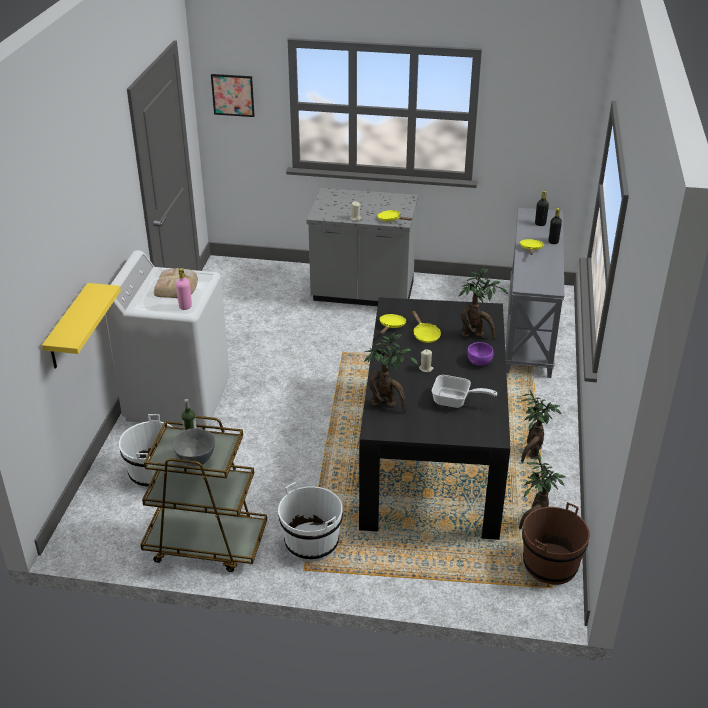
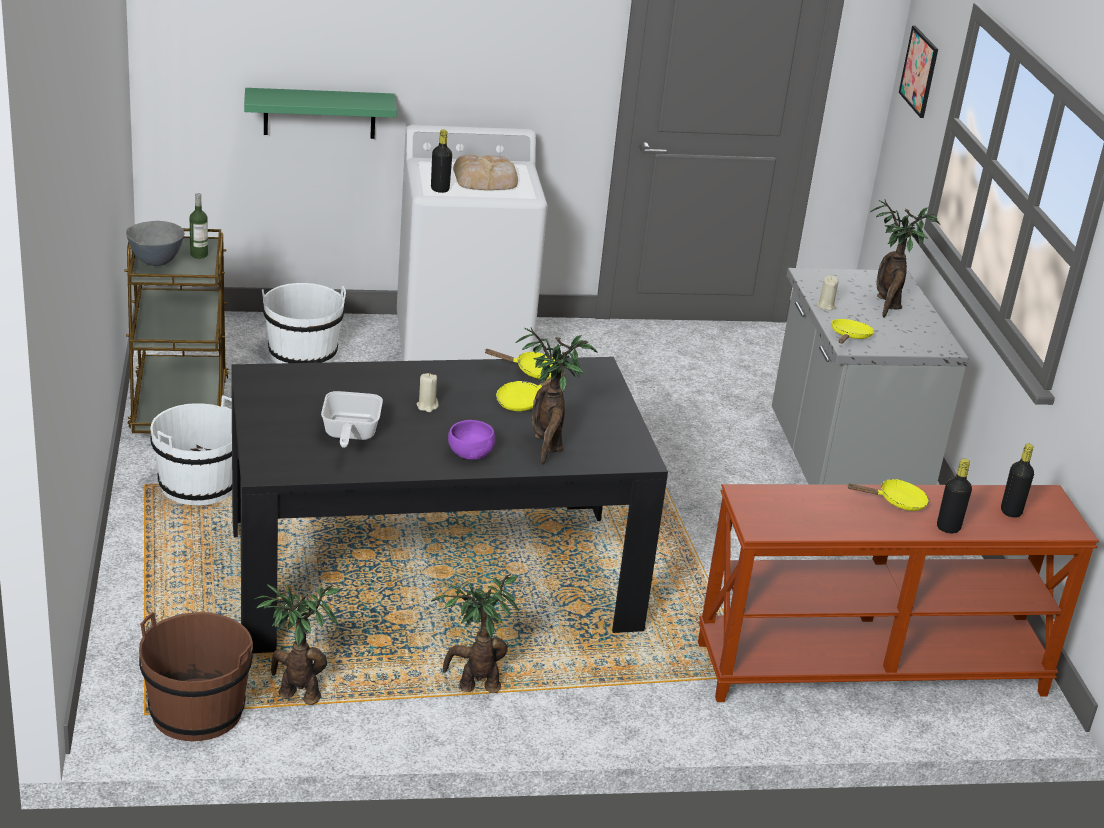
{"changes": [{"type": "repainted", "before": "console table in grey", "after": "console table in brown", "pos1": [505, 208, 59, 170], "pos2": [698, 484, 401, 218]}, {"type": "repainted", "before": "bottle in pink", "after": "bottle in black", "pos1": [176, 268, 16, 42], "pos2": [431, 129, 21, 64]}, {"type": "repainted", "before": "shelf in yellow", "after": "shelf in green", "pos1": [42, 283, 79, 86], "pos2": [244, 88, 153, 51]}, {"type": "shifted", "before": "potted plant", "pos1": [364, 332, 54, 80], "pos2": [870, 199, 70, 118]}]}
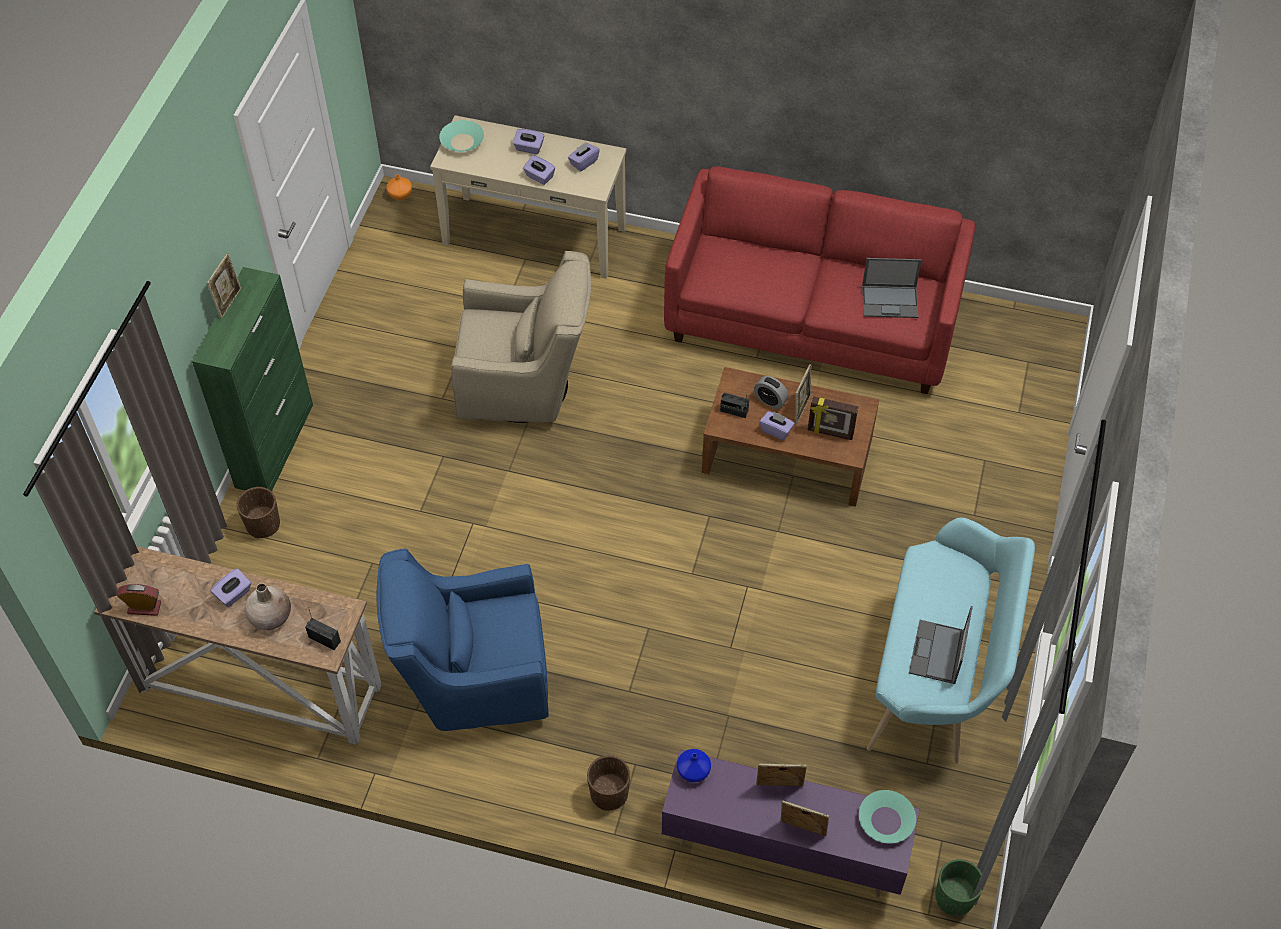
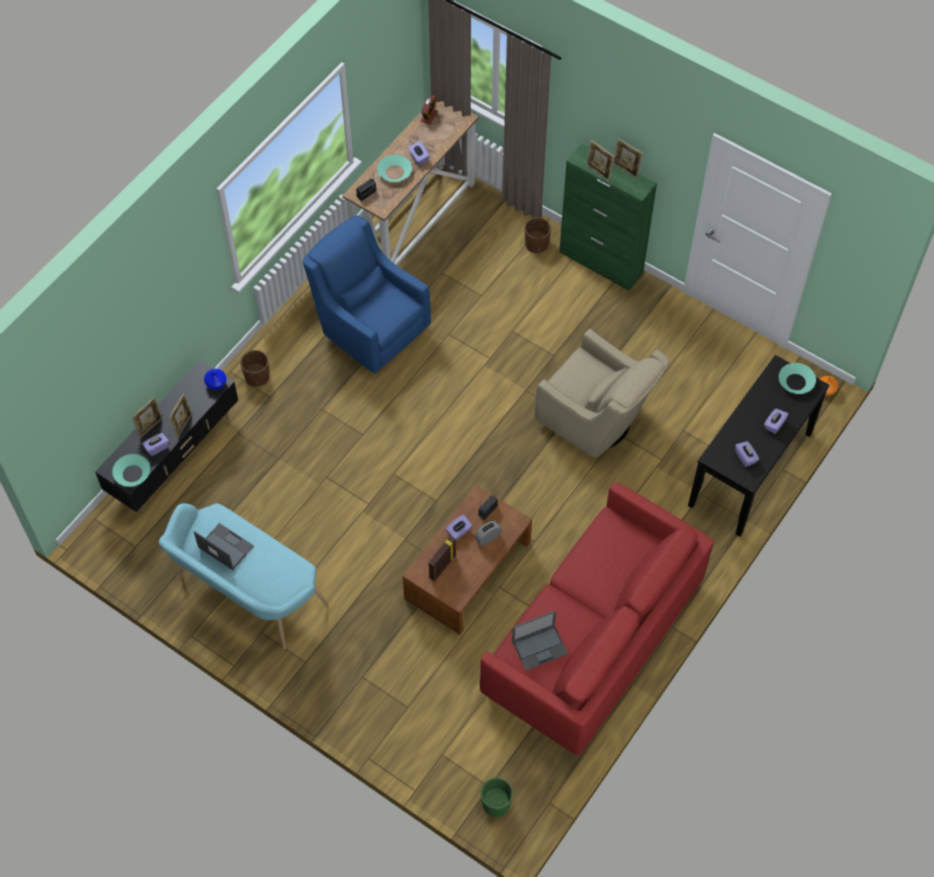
{"changes": [{"type": "repainted", "before": "console table in beige", "after": "console table in black", "pos1": [430, 115, 196, 164], "pos2": [688, 355, 141, 182]}, {"type": "shifted", "before": "tissue box in purple", "pos1": [523, 155, 32, 30], "pos2": [143, 433, 26, 23]}, {"type": "rotated", "before": "armchair in beige", "pos1": [451, 251, 140, 172], "pos2": [535, 328, 134, 129], "turn": -75}, {"type": "rotated", "before": "laptop", "pos1": [862, 258, 60, 60], "pos2": [512, 610, 56, 61], "turn": -135}, {"type": "shifted", "before": "picture frame", "pos1": [795, 364, 17, 60], "pos2": [586, 140, 28, 41]}, {"type": "rotated", "before": "armchair in blue", "pos1": [376, 549, 172, 182], "pos2": [303, 216, 128, 158], "turn": -60}, {"type": "swapped", "before": "vase in beige", "after": "bowl in turquoise", "pos1": [245, 583, 46, 48], "pos2": [377, 155, 35, 27]}, {"type": "repainted", "before": "tv stand in purple", "after": "tv stand in black", "pos1": [662, 750, 257, 147], "pos2": [95, 360, 143, 152]}, {"type": "shifted", "before": "planter in green", "pos1": [935, 859, 48, 57], "pos2": [481, 777, 32, 40]}]}
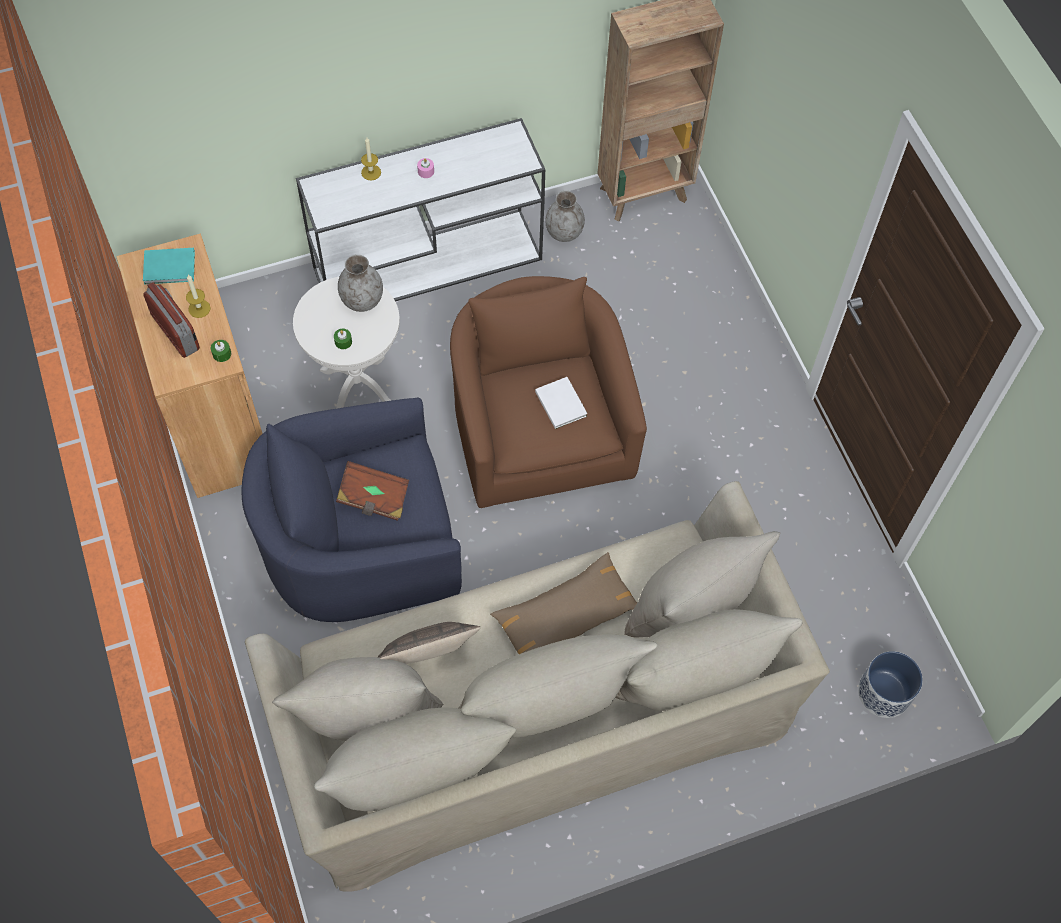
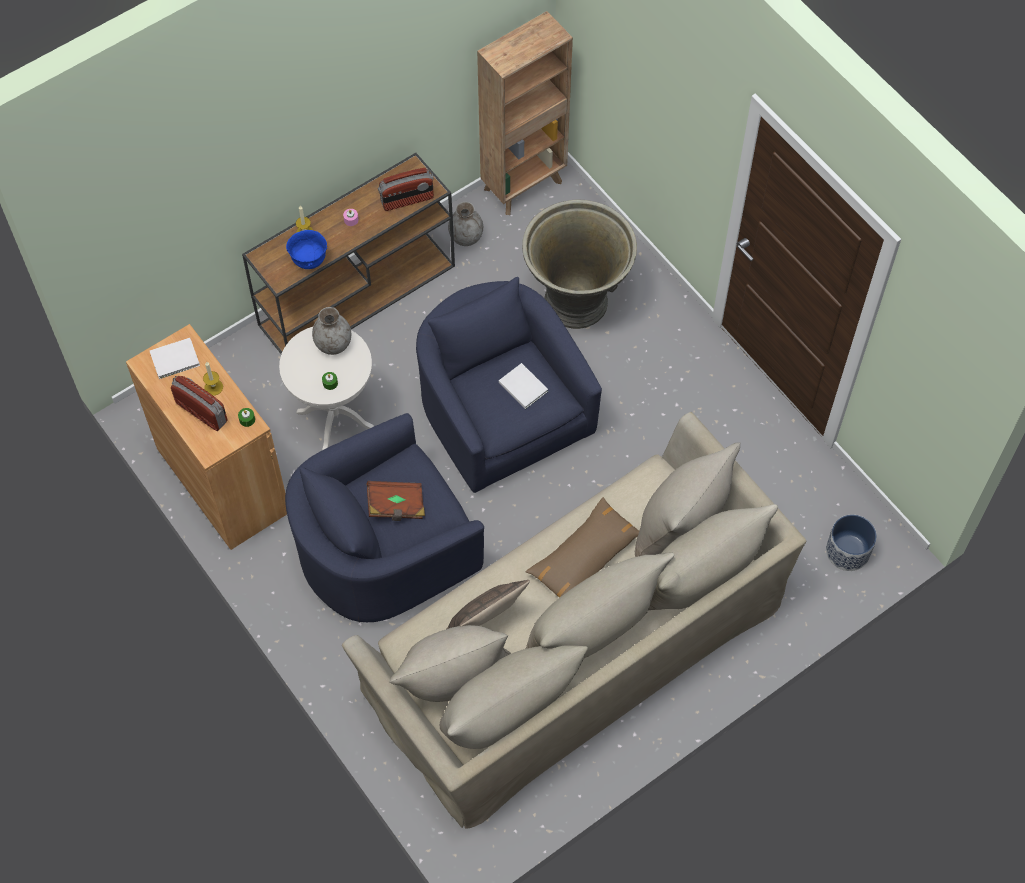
{"changes": [{"type": "repainted", "before": "console table in white", "after": "console table in brown", "pos1": [296, 118, 249, 183], "pos2": [242, 153, 213, 201]}, {"type": "repainted", "before": "book in turquoise", "after": "book in white", "pos1": [143, 248, 52, 36], "pos2": [150, 338, 50, 41]}, {"type": "repainted", "before": "armchair in brown", "after": "armchair in blue", "pos1": [450, 276, 197, 232], "pos2": [416, 277, 186, 216]}, {"type": "new", "after": "radio", "pos2": [378, 168, 56, 43]}, {"type": "new", "after": "planter in grey", "pos2": [522, 199, 115, 130]}, {"type": "new", "after": "bowl in blue", "pos2": [286, 230, 41, 39]}]}
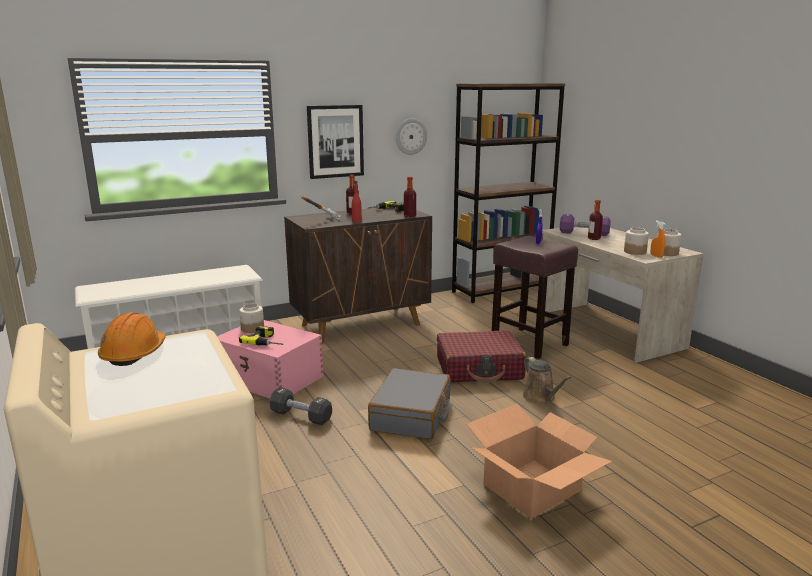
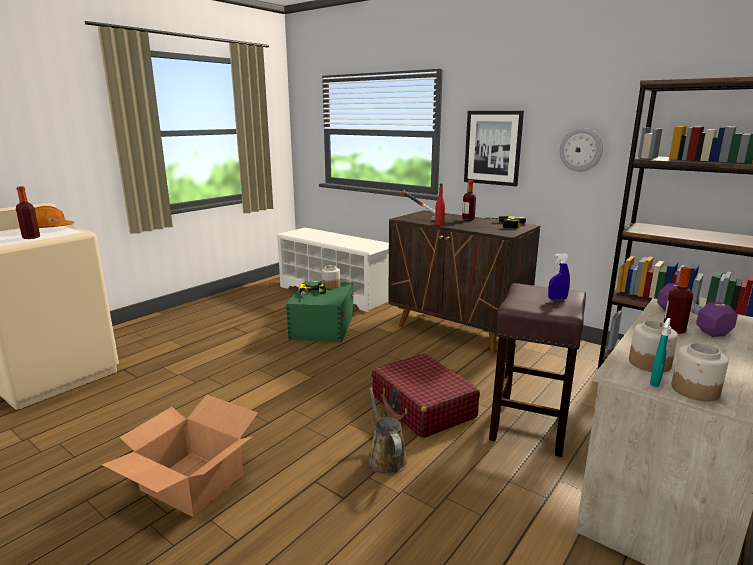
{"changes": [{"type": "shifted", "before": "bottle", "pos1": [404, 177, 12, 40], "pos2": [16, 186, 24, 53]}, {"type": "repainted", "before": "spray bottle in orange", "after": "spray bottle in turquoise", "pos1": [651, 221, 14, 37], "pos2": [650, 318, 20, 69]}, {"type": "repainted", "before": "storage box in pink", "after": "storage box in green", "pos1": [217, 320, 107, 79], "pos2": [286, 281, 68, 62]}, {"type": "rotated", "before": "watering can in brown", "pos1": [522, 357, 49, 47], "pos2": [367, 388, 41, 87], "turn": 120}, {"type": "gone", "before": "suitcase in grey", "pos1": [368, 368, 83, 72]}, {"type": "gone", "before": "dumbbell in black", "pos1": [270, 387, 62, 38]}]}
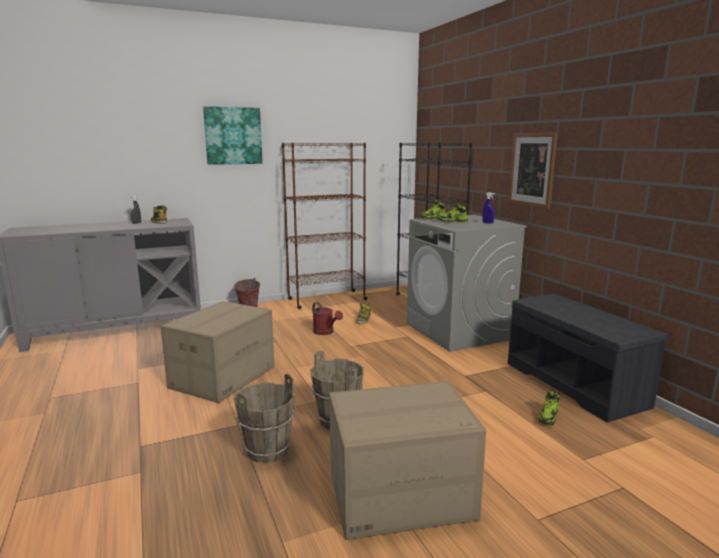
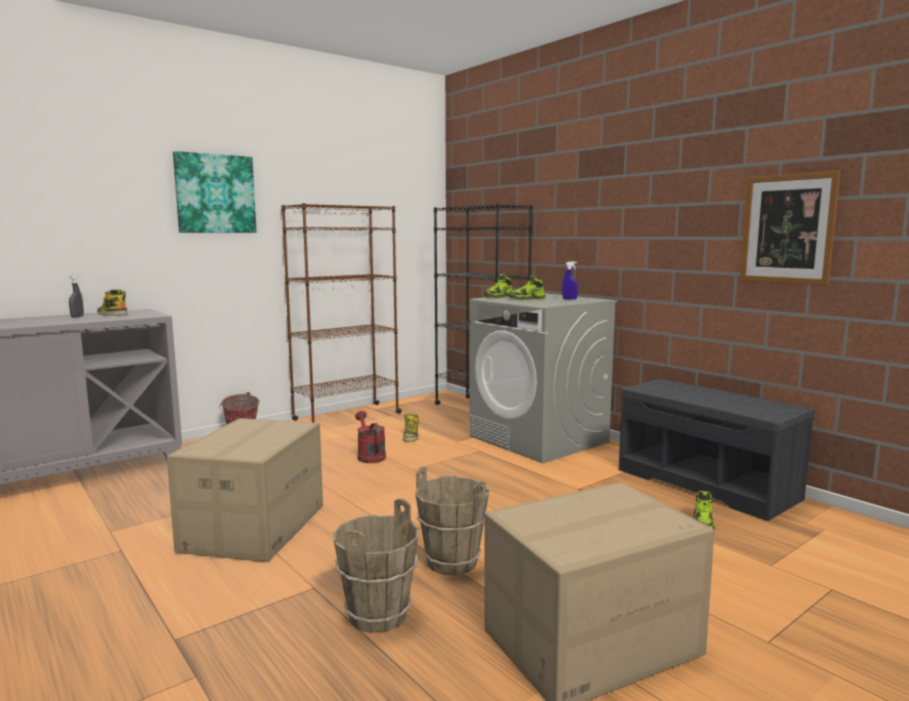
{"changes": [{"type": "shifted", "before": "picture", "pos1": [508, 132, 49, 77], "pos2": [740, 171, 101, 114]}, {"type": "rotated", "before": "watering can in red", "pos1": [312, 302, 31, 33], "pos2": [355, 411, 31, 52], "turn": -150}]}
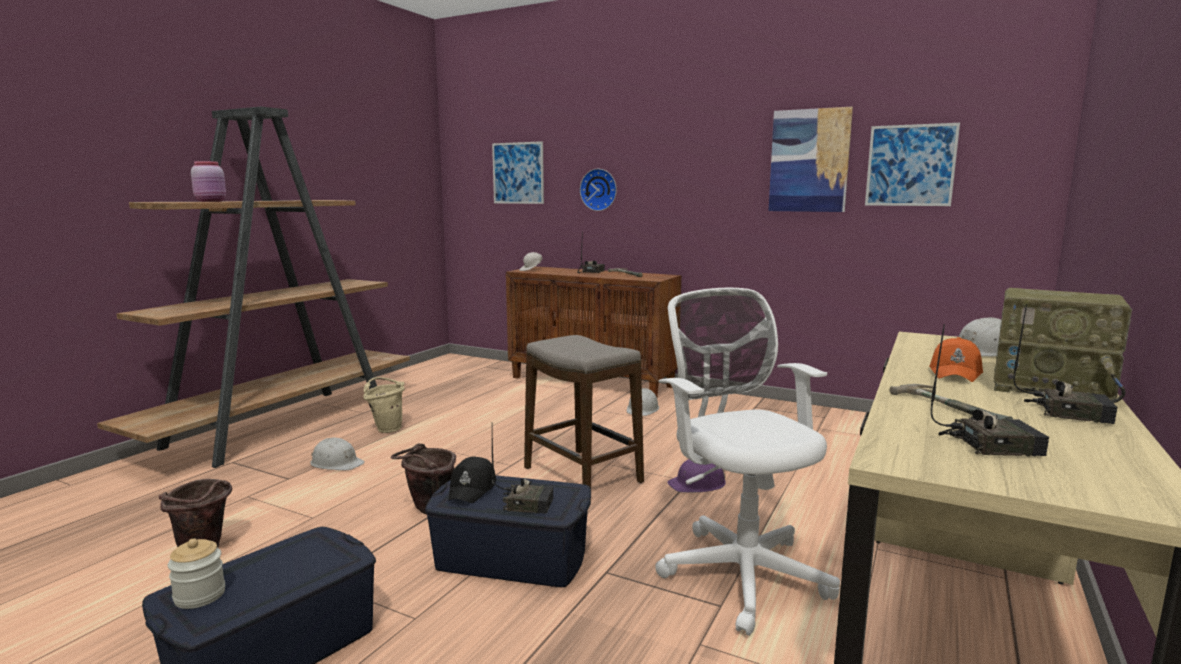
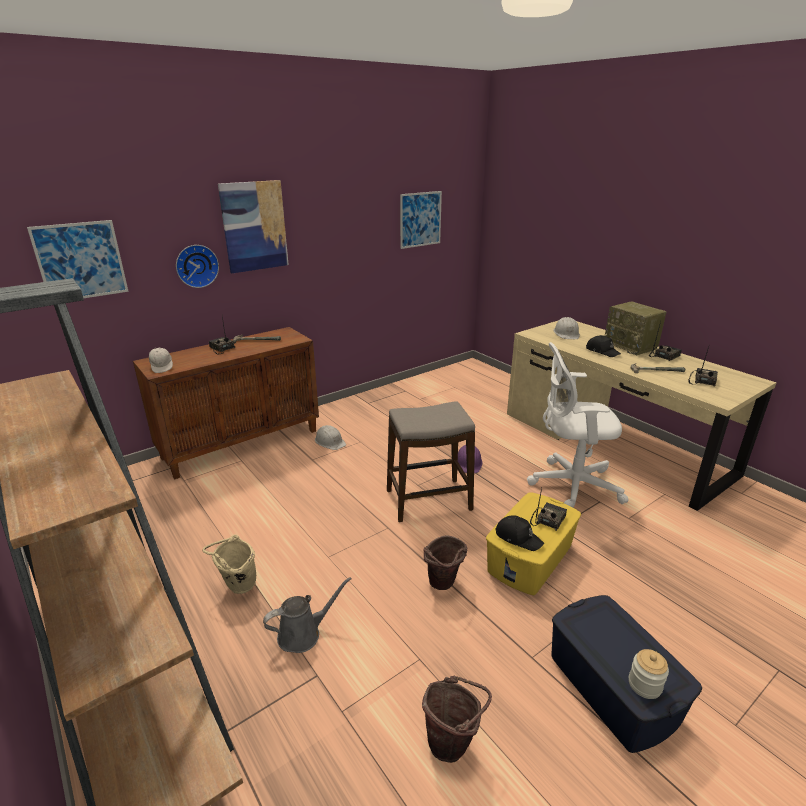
{"changes": [{"type": "shifted", "before": "picture", "pos1": [769, 107, 84, 105], "pos2": [218, 180, 71, 93]}, {"type": "gone", "before": "jar in pink", "pos1": [191, 161, 35, 41]}, {"type": "rotated", "before": "radio", "pos1": [993, 288, 139, 115], "pos2": [605, 301, 61, 54], "turn": 90}, {"type": "repainted", "before": "cap in orange", "after": "cap in black", "pos1": [929, 337, 54, 45], "pos2": [586, 335, 35, 22]}, {"type": "swapped", "before": "hard hat in white", "after": "watering can in grey", "pos1": [310, 437, 55, 34], "pos2": [263, 577, 88, 76]}, {"type": "repainted", "before": "storage box in blue", "after": "storage box in yellow", "pos1": [425, 475, 166, 112], "pos2": [486, 492, 95, 103]}]}
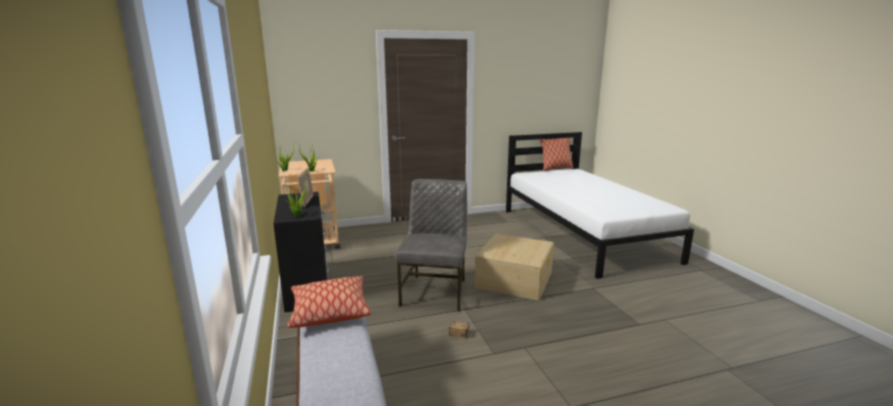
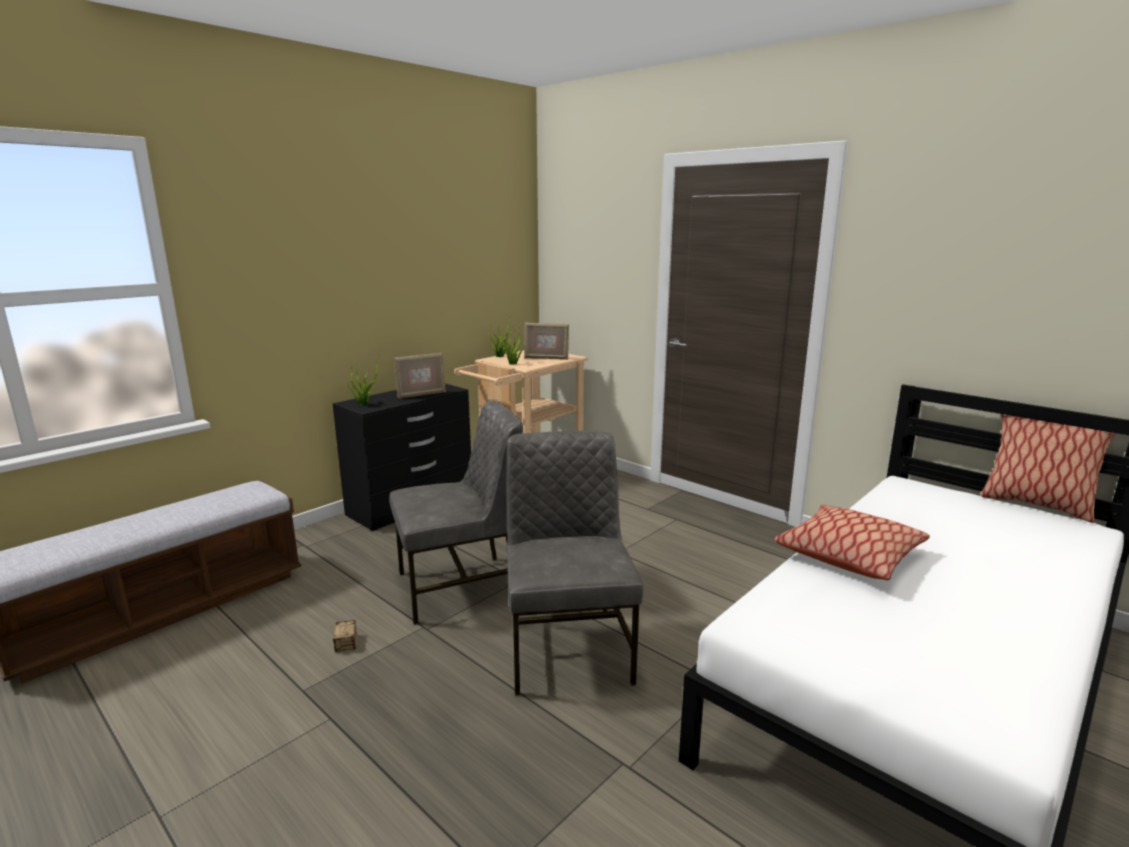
{"changes": [{"type": "swapped", "before": "storage box in beige", "after": "chair in grey", "pos1": [475, 234, 79, 67], "pos2": [507, 431, 136, 265]}, {"type": "shifted", "before": "pillow", "pos1": [288, 276, 83, 52], "pos2": [775, 504, 155, 76]}, {"type": "new", "after": "picture frame", "pos2": [524, 323, 45, 37]}]}
